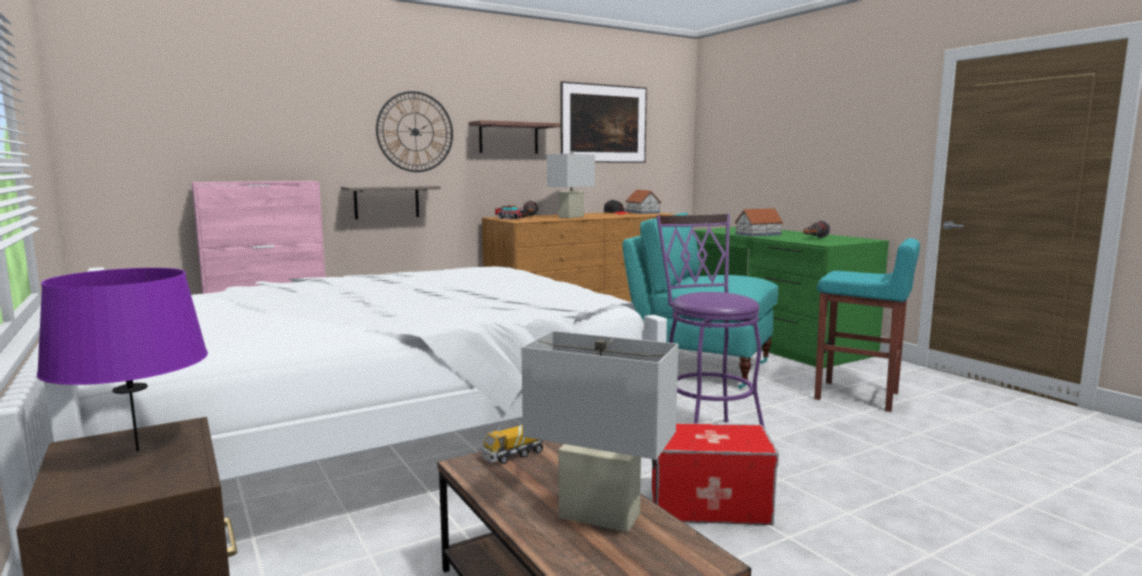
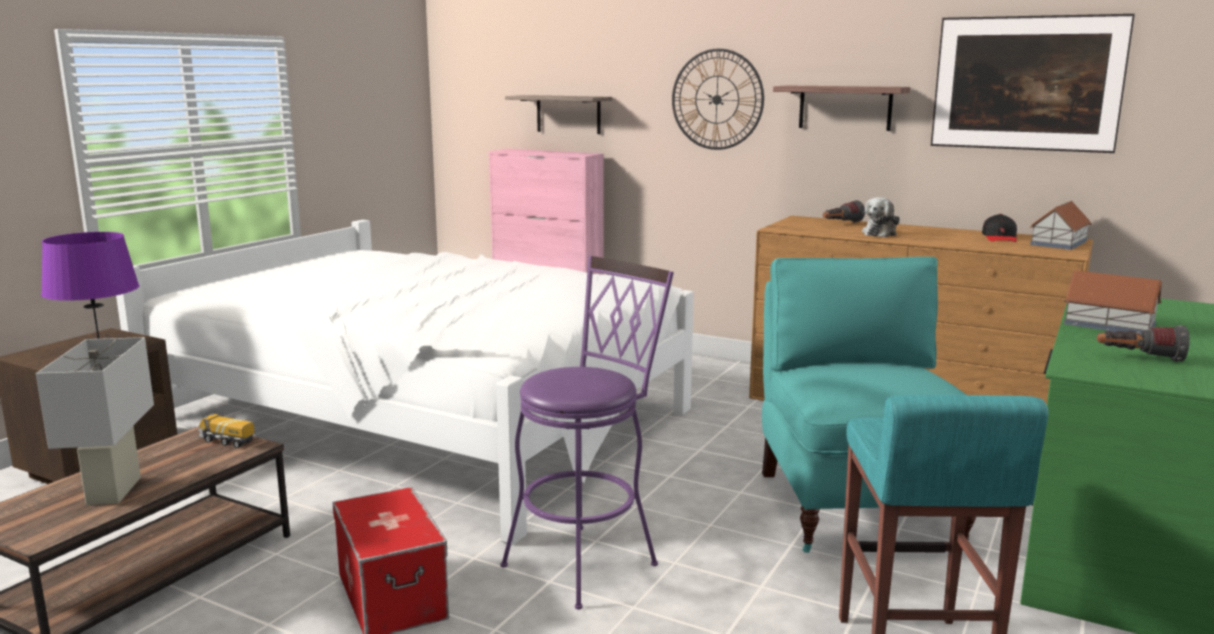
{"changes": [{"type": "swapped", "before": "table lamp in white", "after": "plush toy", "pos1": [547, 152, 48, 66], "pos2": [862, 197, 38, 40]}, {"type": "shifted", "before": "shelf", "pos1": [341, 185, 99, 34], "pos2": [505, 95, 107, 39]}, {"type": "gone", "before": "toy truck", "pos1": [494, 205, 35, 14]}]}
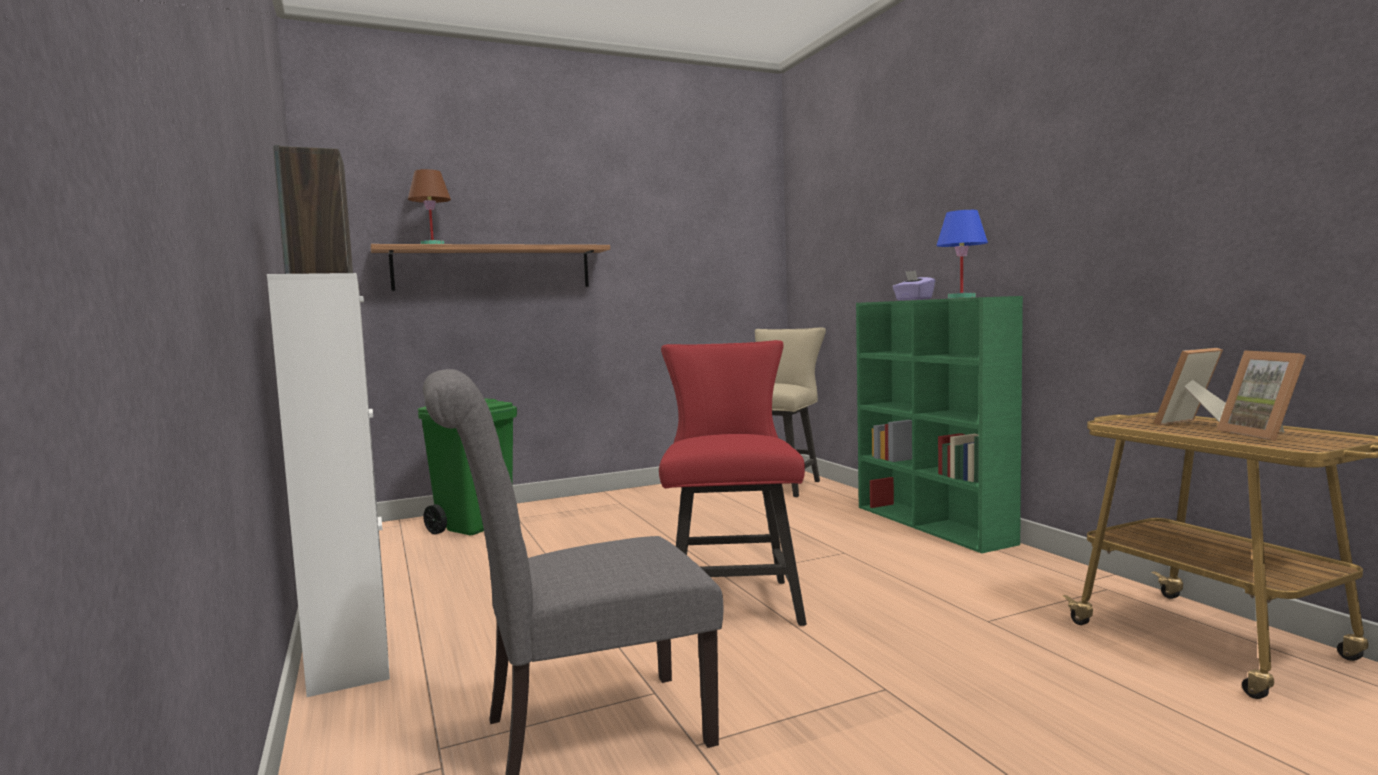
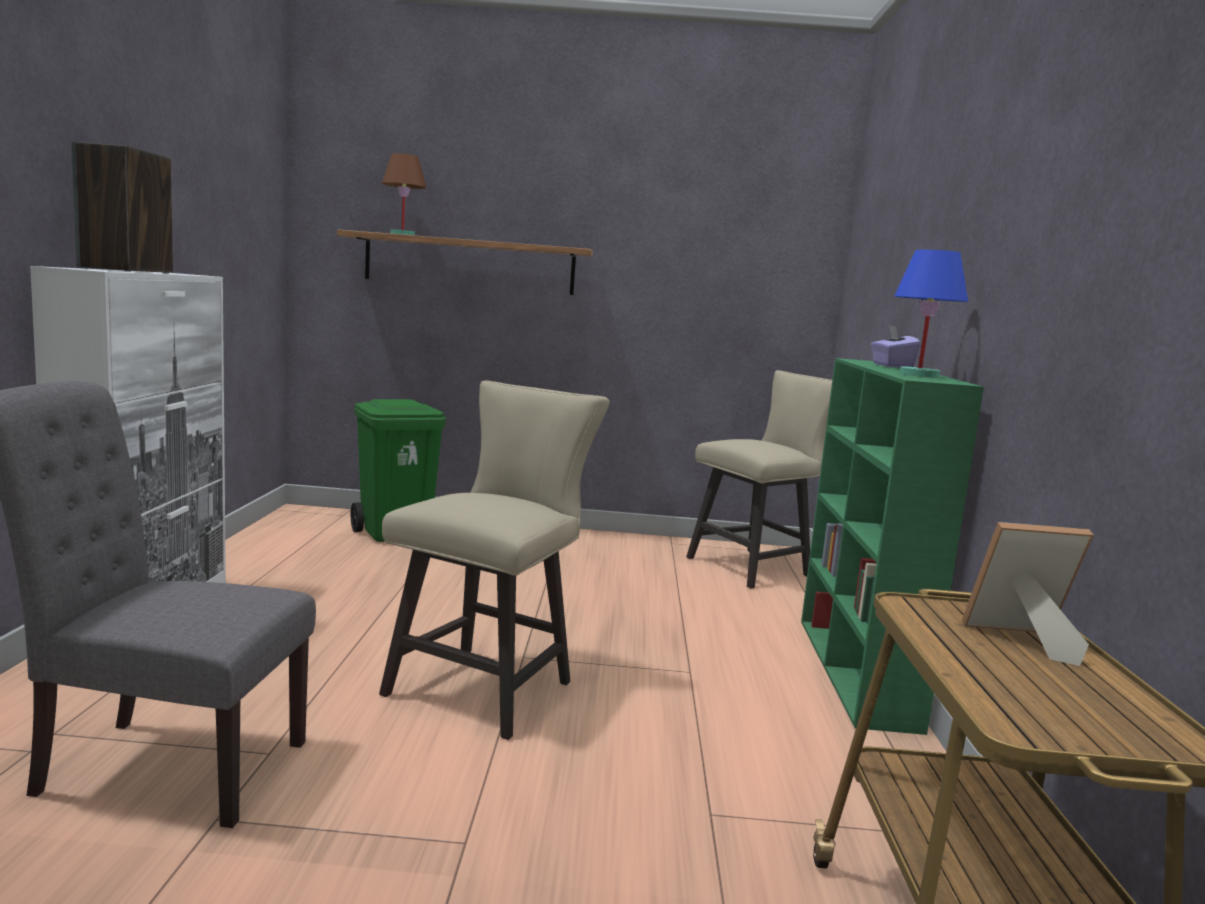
{"changes": [{"type": "repainted", "before": "chair in red", "after": "chair in beige", "pos1": [659, 340, 148, 286], "pos2": [379, 380, 230, 360]}, {"type": "gone", "before": "picture frame", "pos1": [1217, 350, 89, 91]}]}
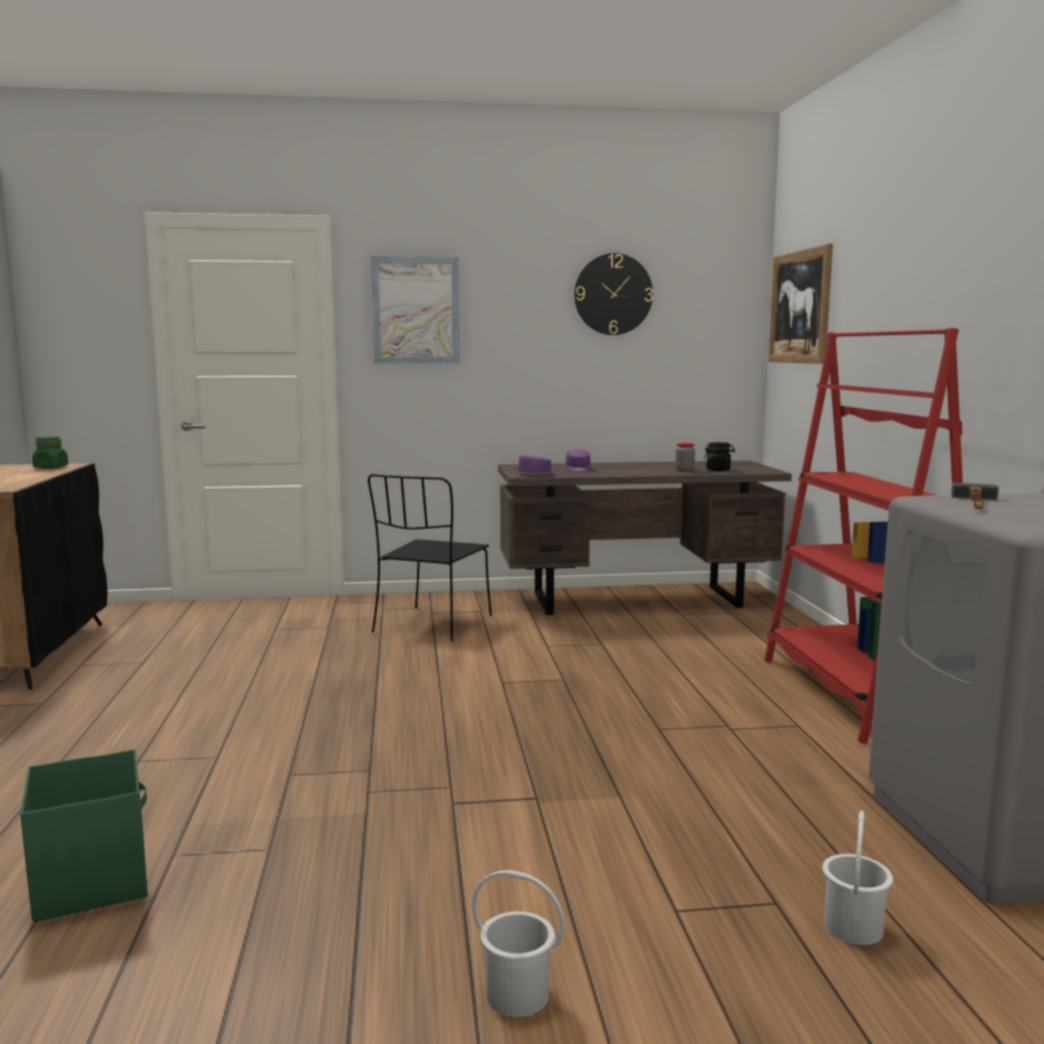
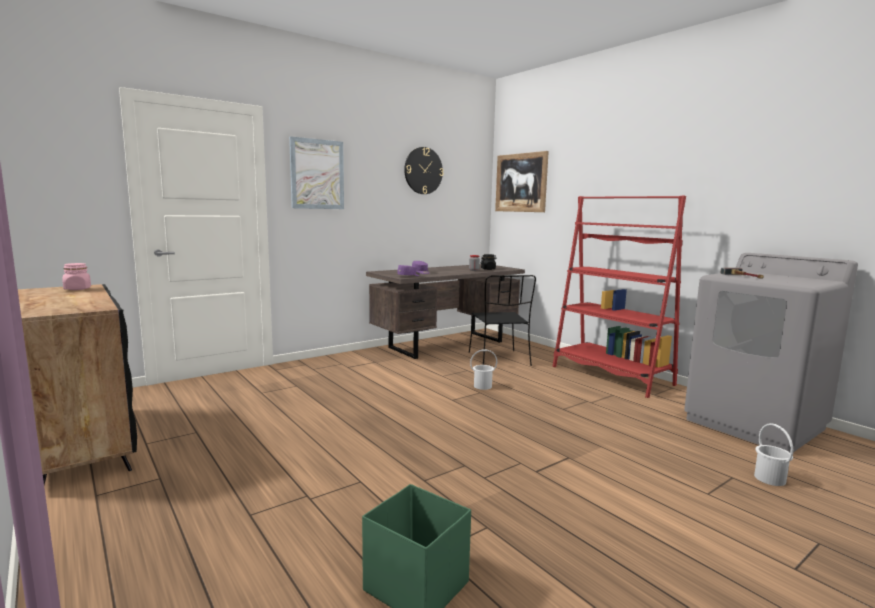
{"changes": [{"type": "repainted", "before": "jar in green", "after": "jar in pink", "pos1": [32, 436, 36, 33], "pos2": [63, 263, 28, 27]}, {"type": "shifted", "before": "chair in black", "pos1": [368, 474, 124, 167], "pos2": [469, 275, 67, 91]}, {"type": "shifted", "before": "bucket in white", "pos1": [472, 870, 93, 147], "pos2": [470, 349, 27, 41]}]}
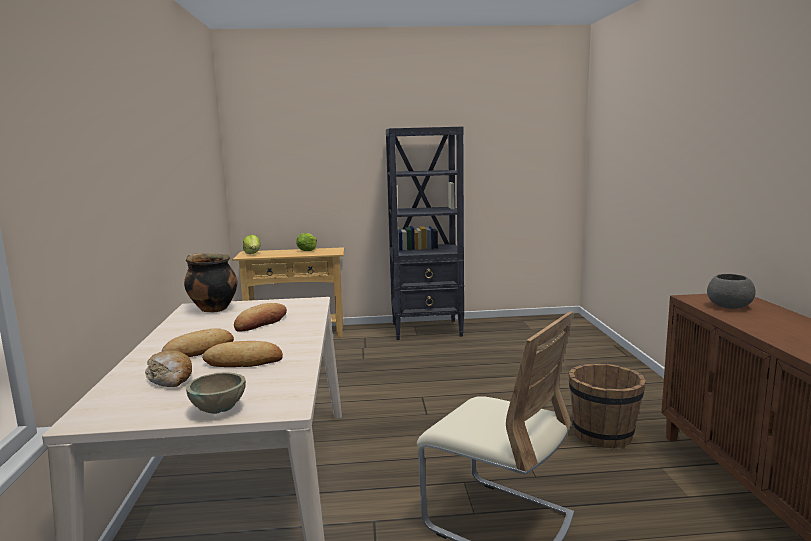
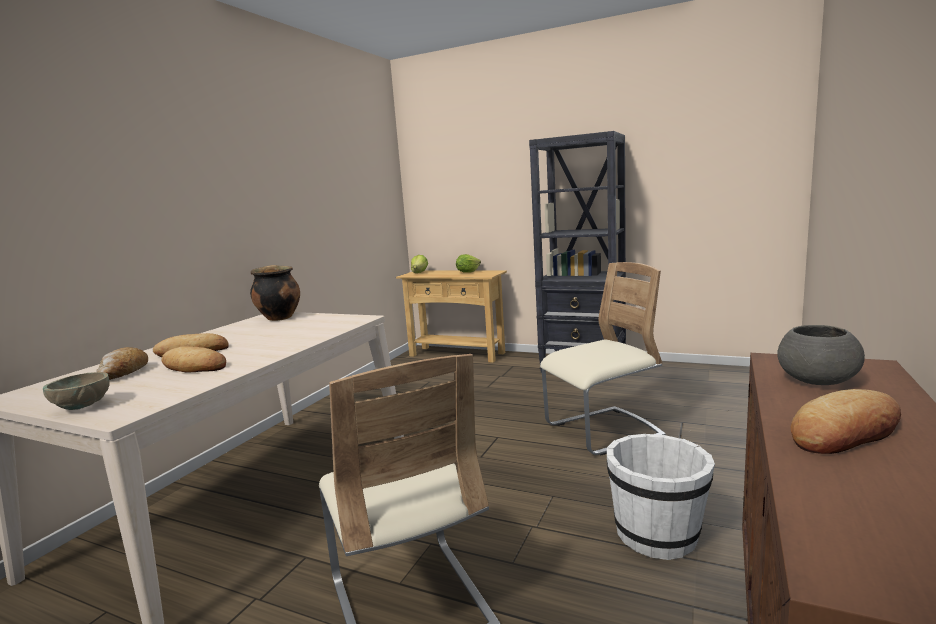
{"changes": [{"type": "shifted", "before": "bread", "pos1": [234, 303, 53, 29], "pos2": [791, 389, 110, 65]}, {"type": "repainted", "before": "bucket in brown", "after": "bucket in white", "pos1": [568, 364, 78, 85], "pos2": [607, 434, 108, 126]}, {"type": "new", "after": "chair in beige", "pos2": [540, 262, 126, 193]}]}
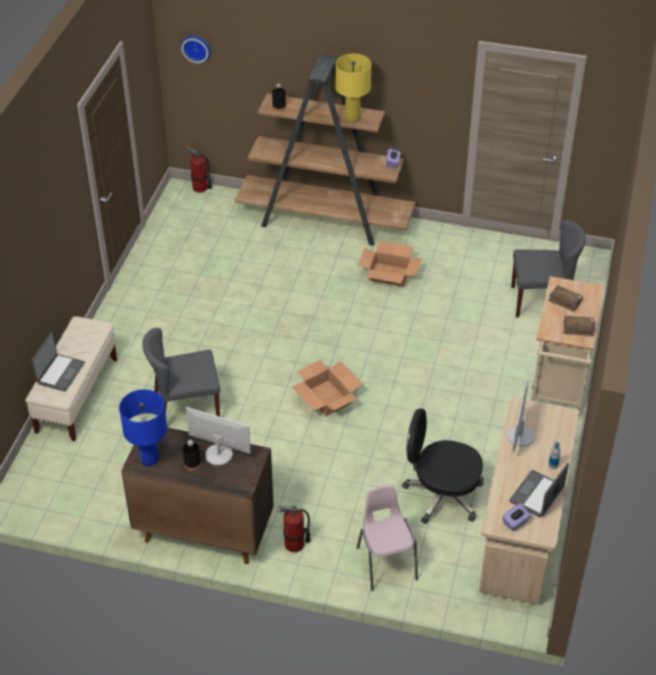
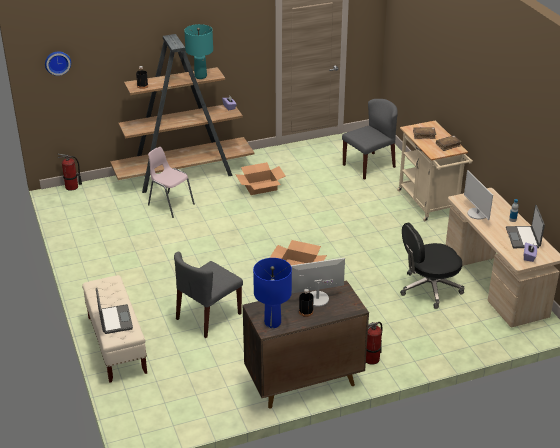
{"changes": [{"type": "repainted", "before": "table lamp in yellow", "after": "table lamp in turquoise", "pos1": [335, 53, 36, 69], "pos2": [184, 24, 29, 55]}, {"type": "shifted", "before": "chair in pink", "pos1": [357, 485, 61, 106], "pos2": [148, 147, 47, 71]}]}
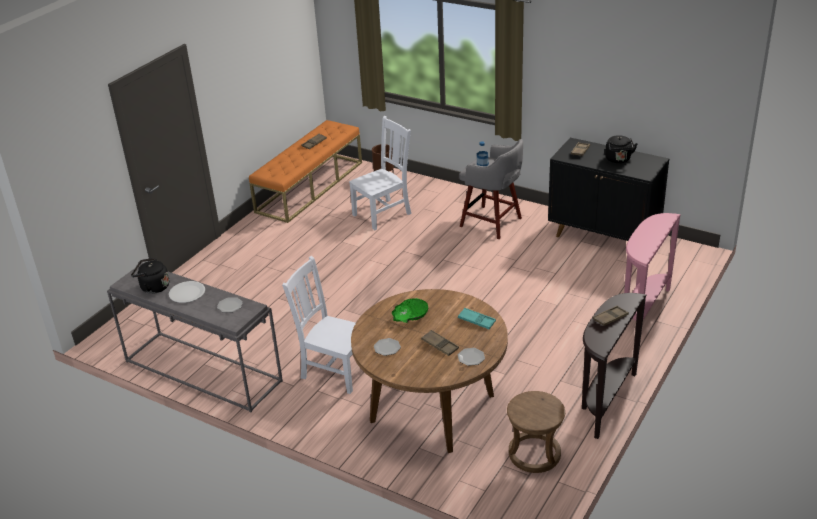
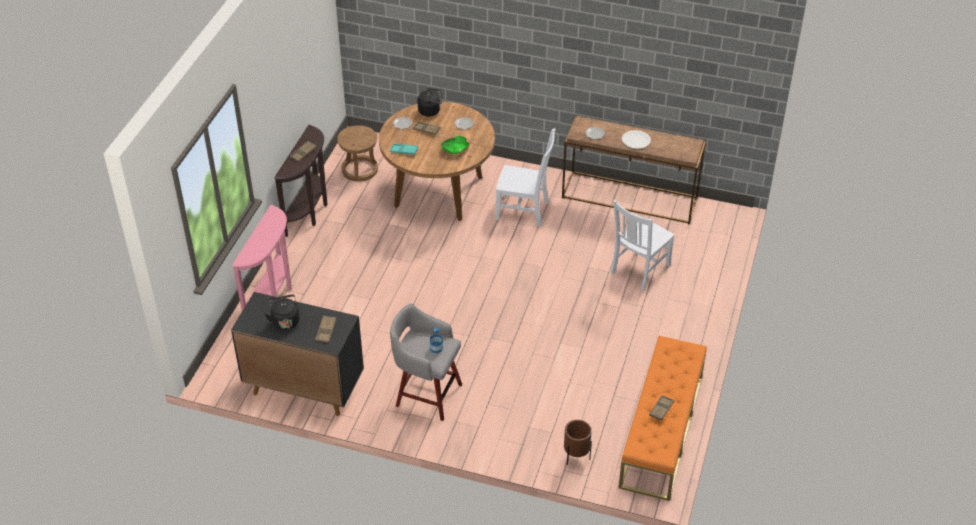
{"changes": [{"type": "shifted", "before": "chair in white", "pos1": [349, 116, 62, 114], "pos2": [610, 200, 64, 91]}, {"type": "shifted", "before": "kettle in black", "pos1": [131, 258, 38, 36], "pos2": [417, 88, 25, 28]}, {"type": "repainted", "before": "console table in grey", "after": "console table in brown", "pos1": [107, 263, 176, 149], "pos2": [562, 116, 144, 108]}]}
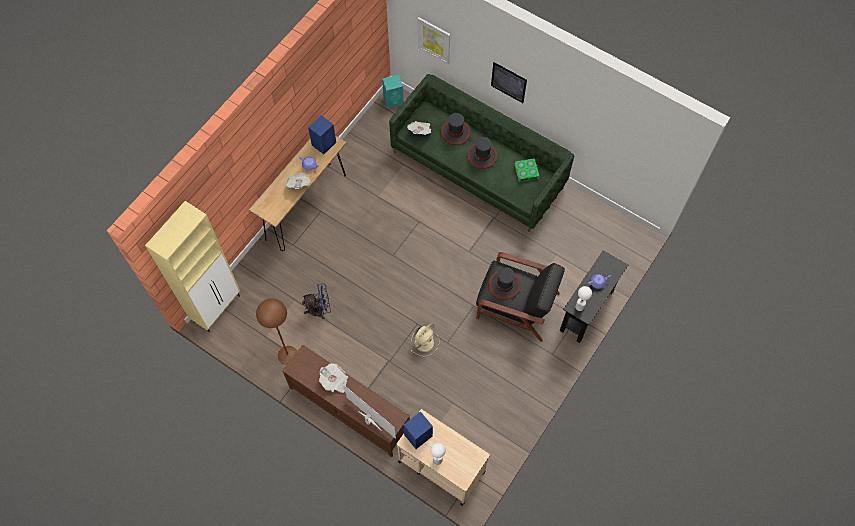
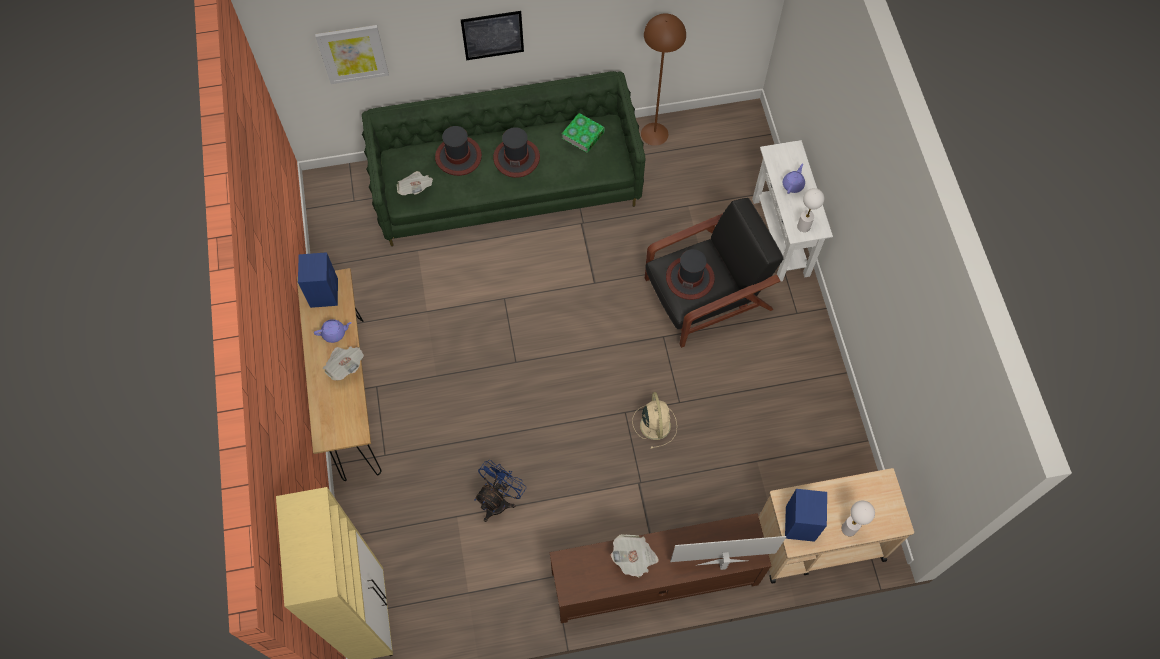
{"changes": [{"type": "gone", "before": "speaker in turquoise", "pos1": [382, 74, 22, 34]}, {"type": "repainted", "before": "console table in black", "after": "console table in white", "pos1": [560, 250, 68, 93], "pos2": [752, 140, 81, 142]}, {"type": "shifted", "before": "floor lamp in brown", "pos1": [256, 298, 41, 67], "pos2": [641, 13, 45, 133]}]}
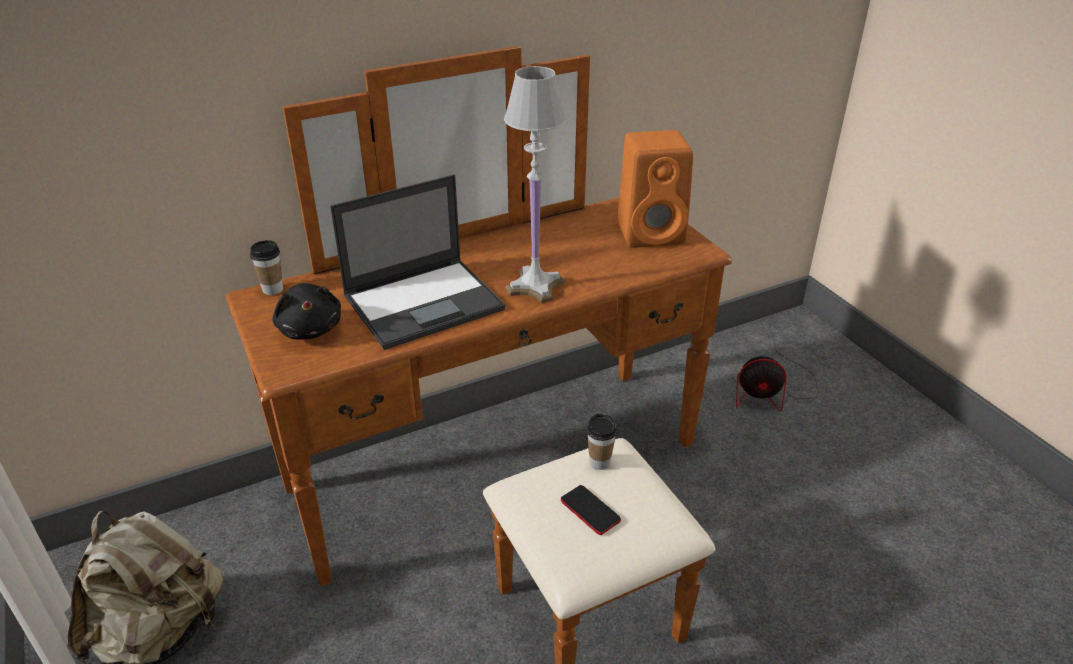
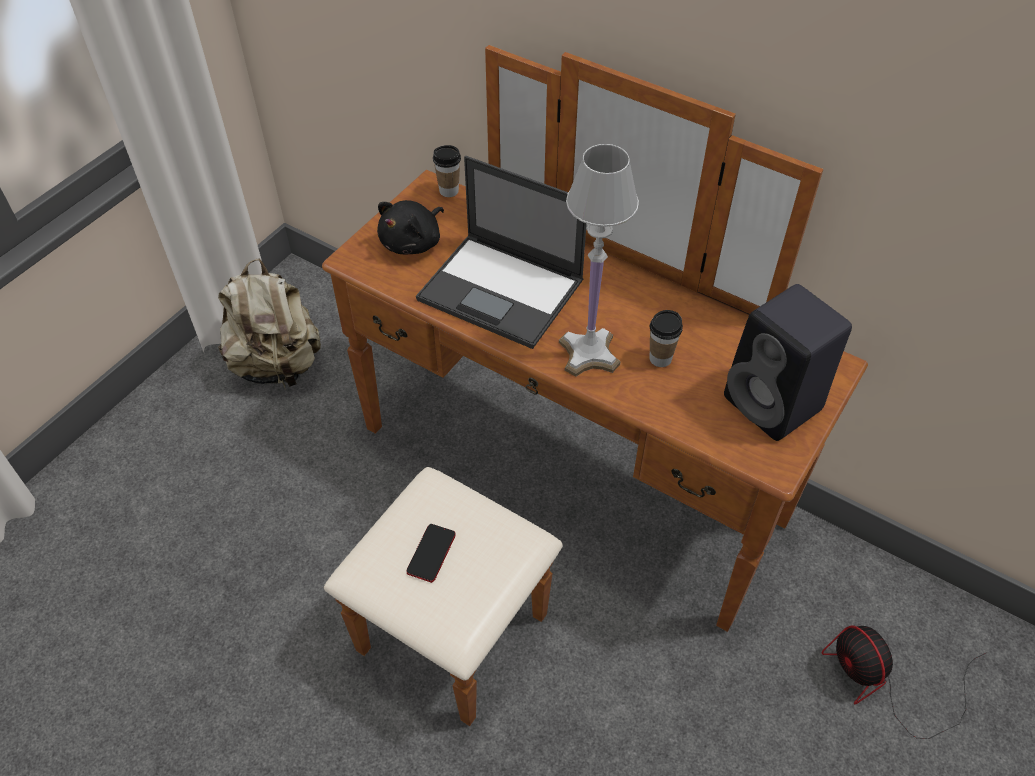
{"changes": [{"type": "repainted", "before": "speaker in orange", "after": "speaker in black", "pos1": [617, 130, 76, 118], "pos2": [724, 284, 128, 157]}, {"type": "shifted", "before": "cup", "pos1": [587, 414, 30, 56], "pos2": [649, 310, 34, 57]}]}
